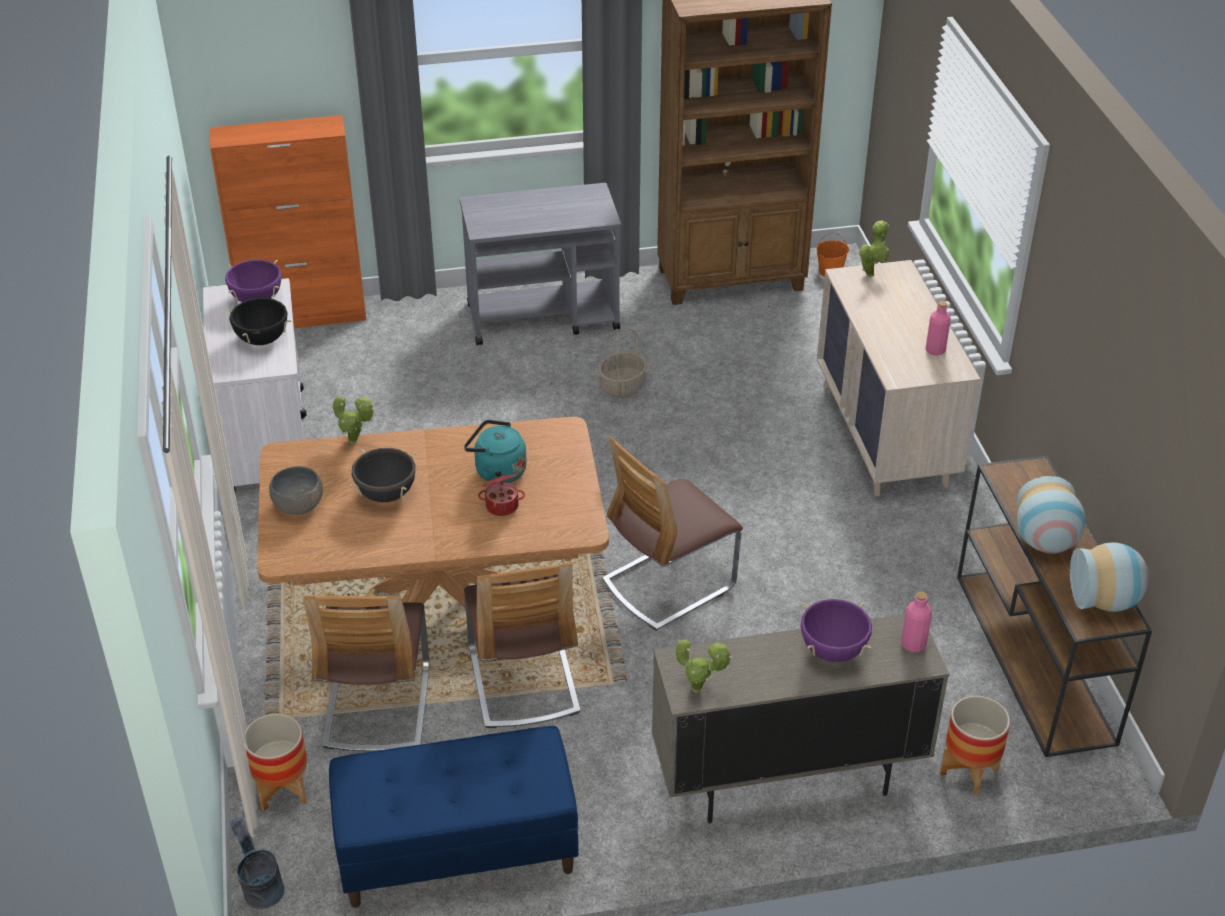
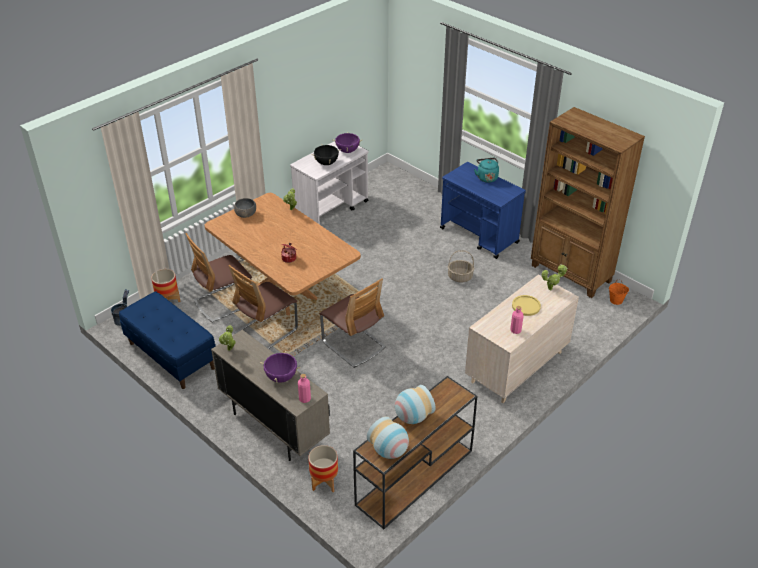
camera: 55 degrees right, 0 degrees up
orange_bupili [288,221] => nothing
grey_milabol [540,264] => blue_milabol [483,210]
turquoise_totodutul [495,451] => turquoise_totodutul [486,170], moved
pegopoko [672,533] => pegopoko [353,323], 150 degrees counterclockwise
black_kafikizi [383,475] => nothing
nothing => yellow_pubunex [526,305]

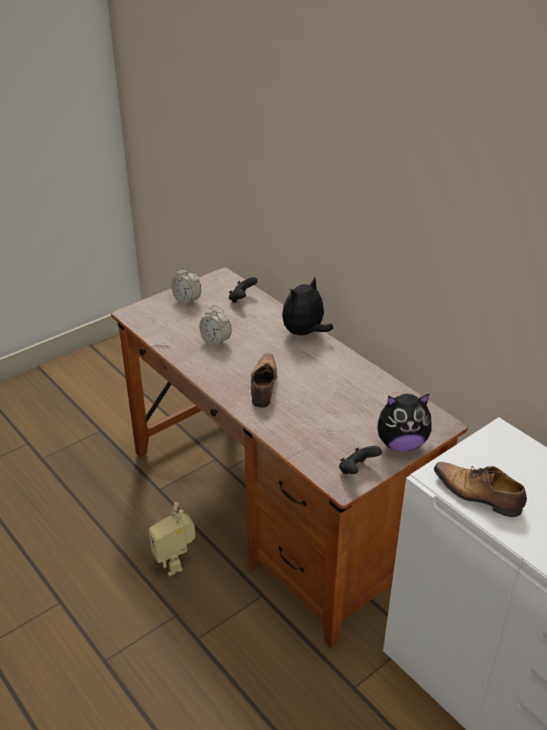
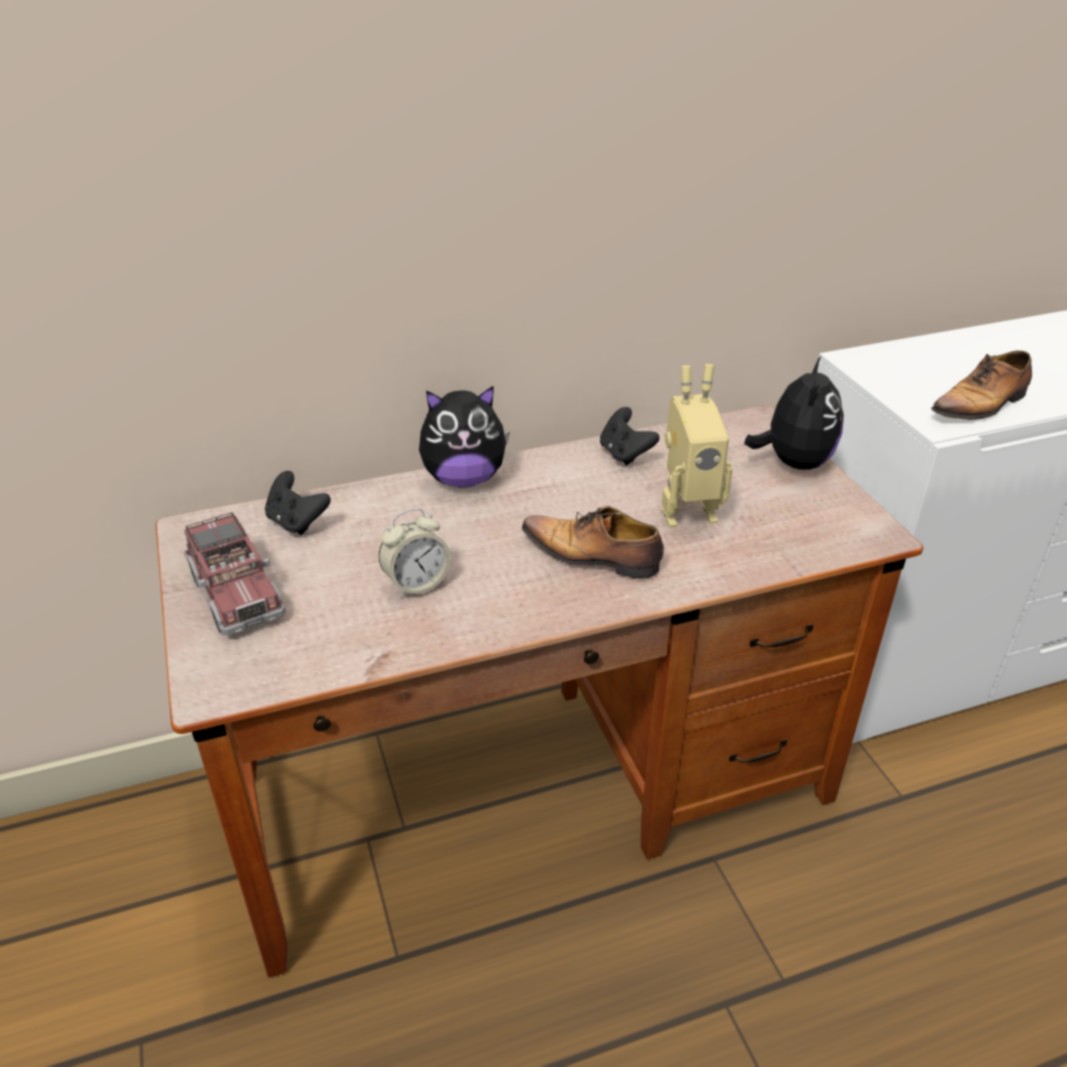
camera: 70 degrees left, 0 degrees up
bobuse [186,286] => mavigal [235,573]
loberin [307,306] => loberin [464,437], 75 degrees counterclockwise
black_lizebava [360,460] => black_lizebava [630,436], moved
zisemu [172,539] => zisemu [697,446], moved

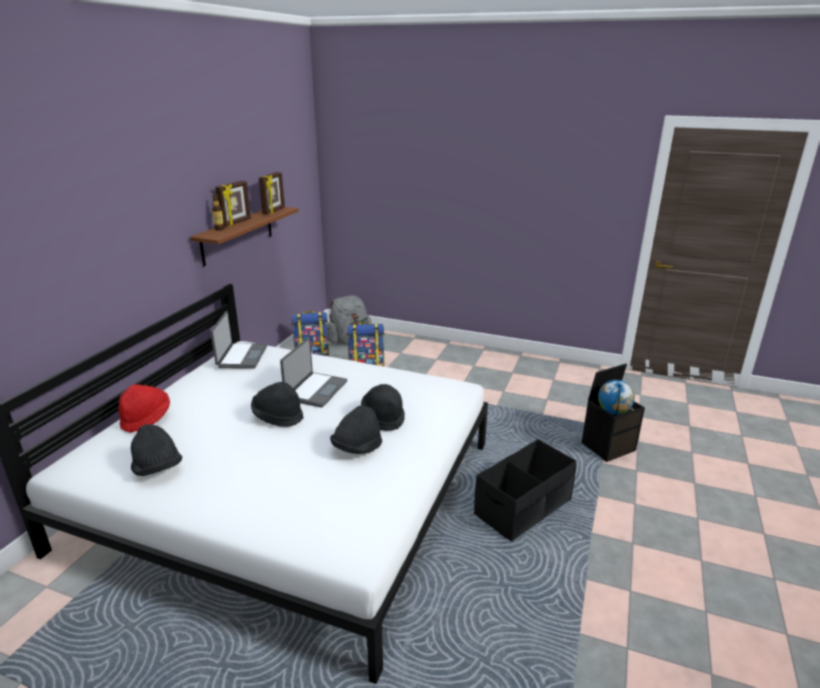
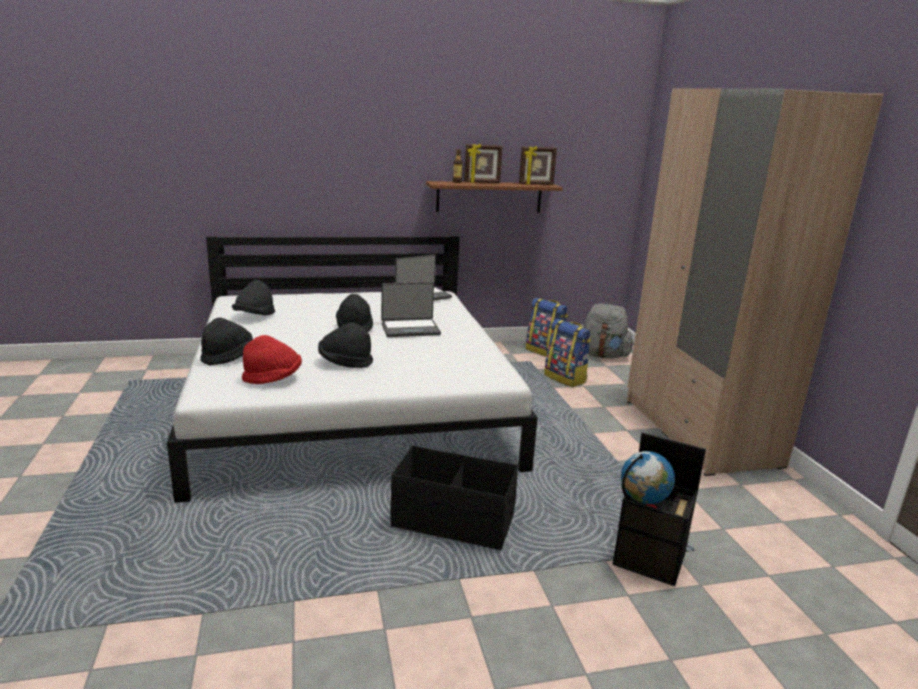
camera: 55 degrees right, 5 degrees down
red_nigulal [144,408] => red_nigulal [272,359], moved
black_nigulal [383,407] => black_nigulal [227,341], moved
nothing => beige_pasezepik [755,282]

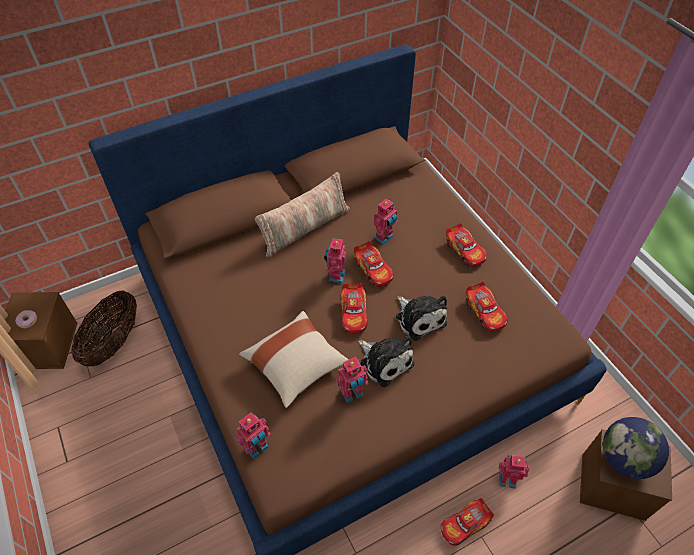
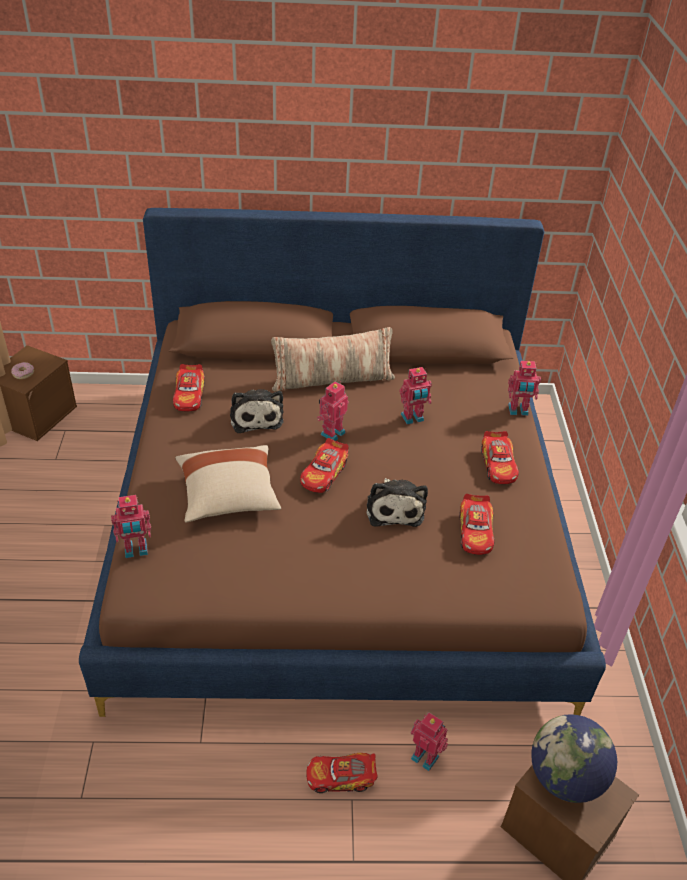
camera: 25 degrees right, 10 degrees down
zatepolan [374,264] => zatepolan [189,388], moved
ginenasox [104,329] => nothing
loberin [386,361] => loberin [256,411], moved
zisemu [352,380] => zisemu [524,388], moved

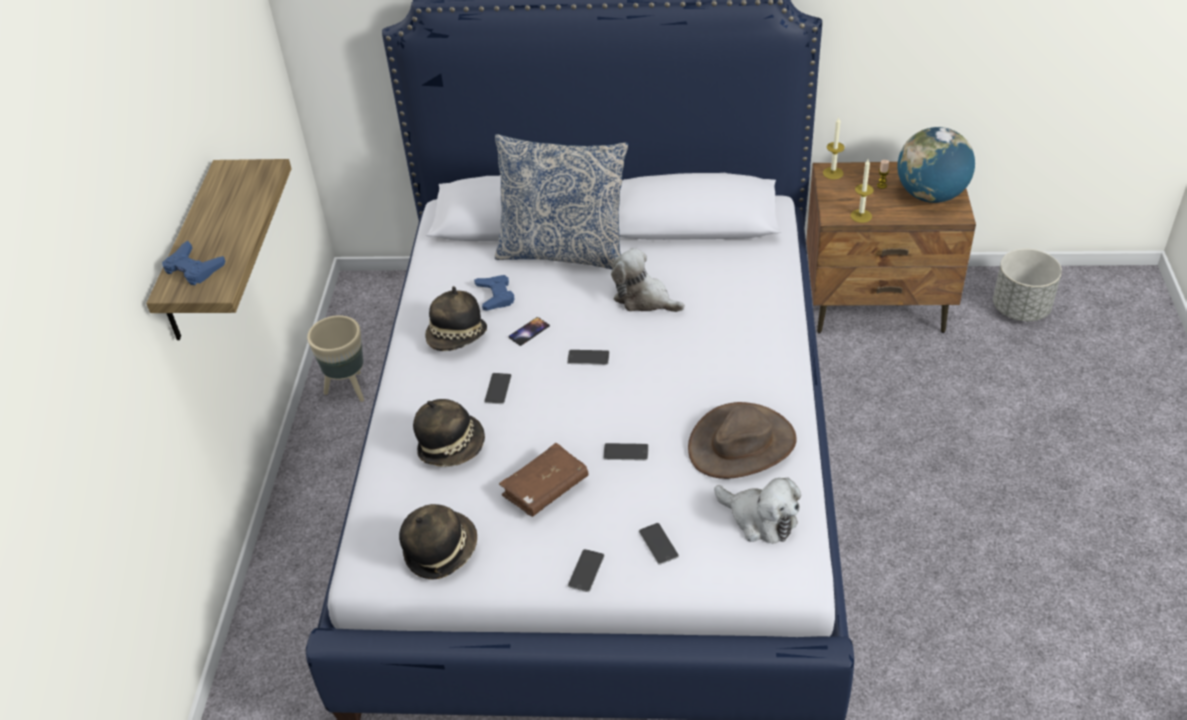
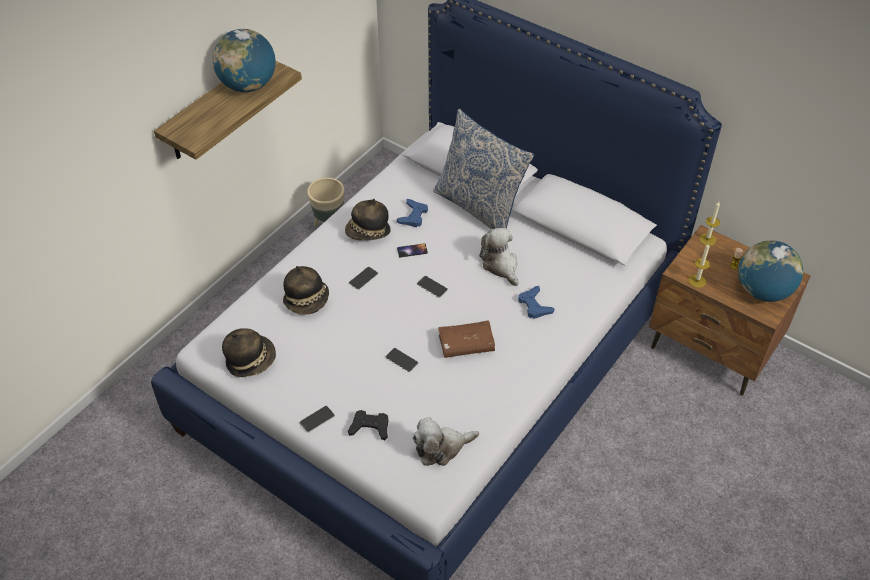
camera: 30 degrees right, 5 degrees up
blue_lizebava [194,263] => blue_lizebava [536,302], moved
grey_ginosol [1027,285] => nothing
brown_nigulal [742,440] => nothing
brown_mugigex [543,480] => brown_mugigex [466,339], moved
loberin [757,511] => loberin [445,441], 90 degrees clockwise
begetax [659,544] => black_lizebava [368,425]
nothing => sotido [244,60]

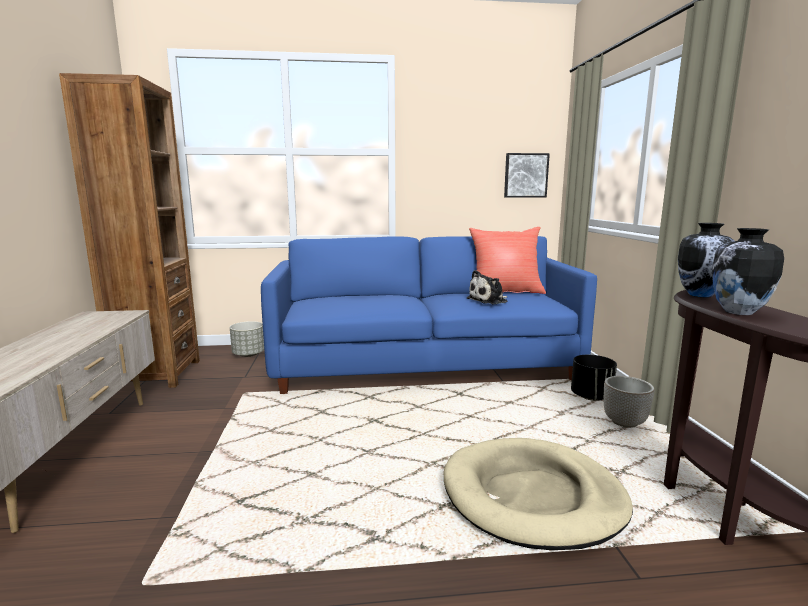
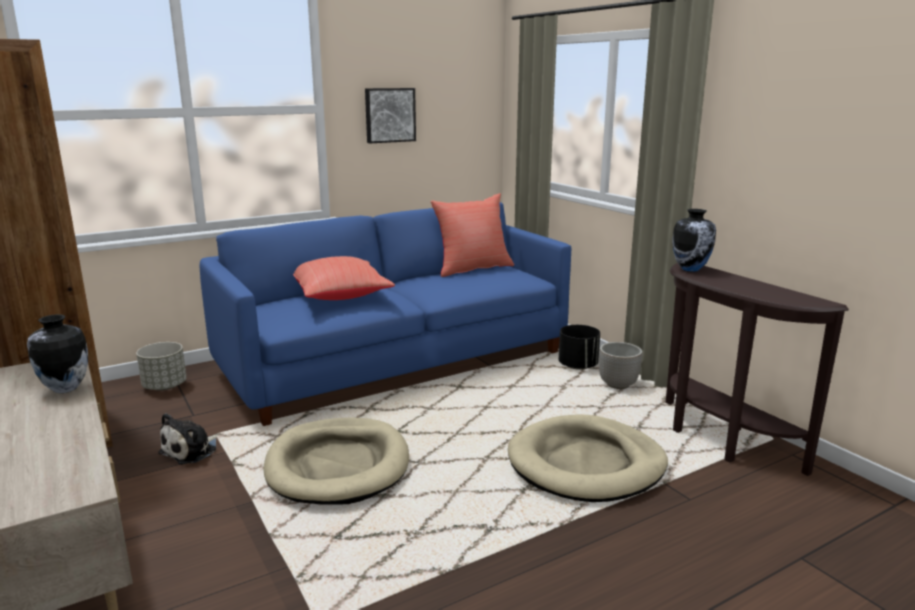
camera: 25 degrees left, 5 degrees up
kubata [527,175] => kubata [390,115], moved
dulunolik [748,271] => dulunolik [57,353], moved
loberin [486,287] => loberin [188,438], moved
nothing => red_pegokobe [344,278]
nothing => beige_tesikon [336,461]

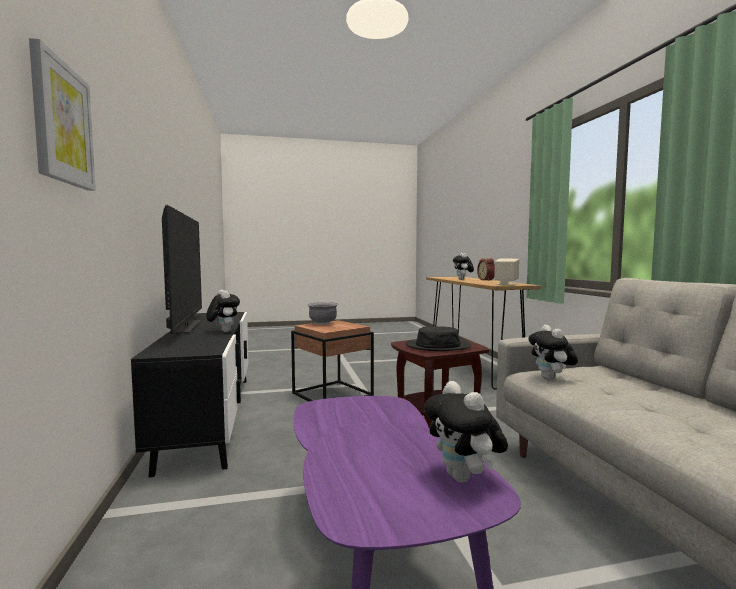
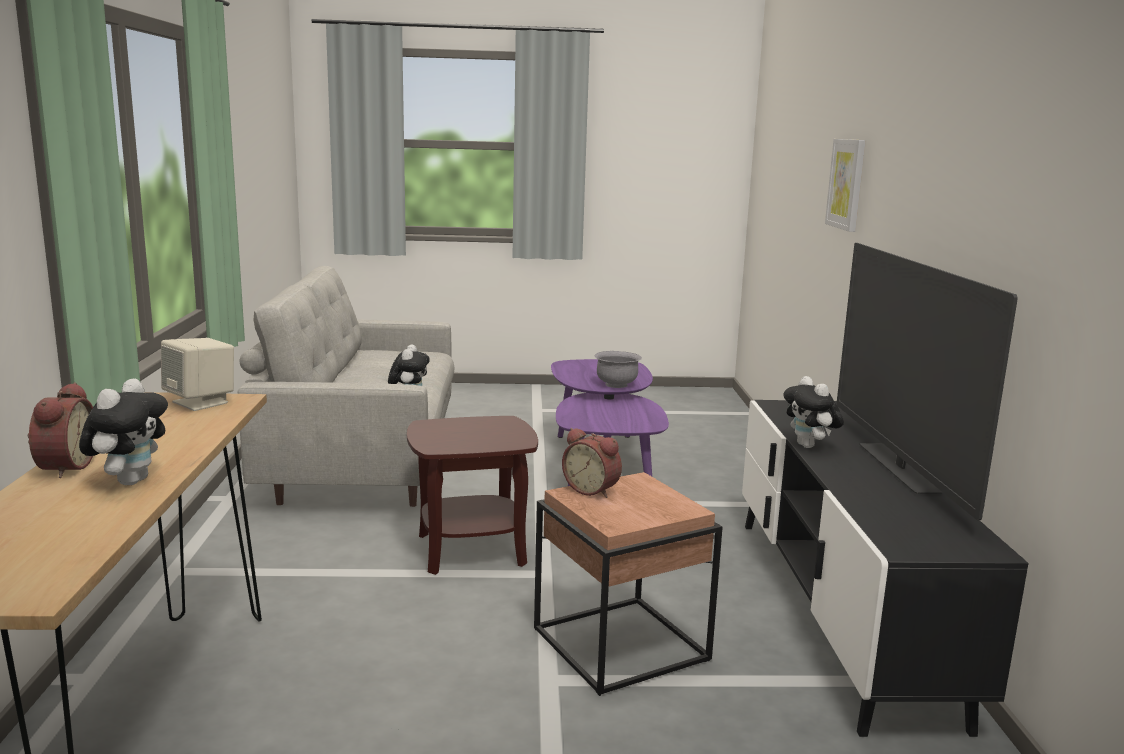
camera: 170 degrees left, 10 degrees up
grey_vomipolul [323,313] => grey_vomipolul [618,369], moved
black_nigulal [438,338] => nothing
loberin [466,432] => nothing
nothing => bobuse [592,463]

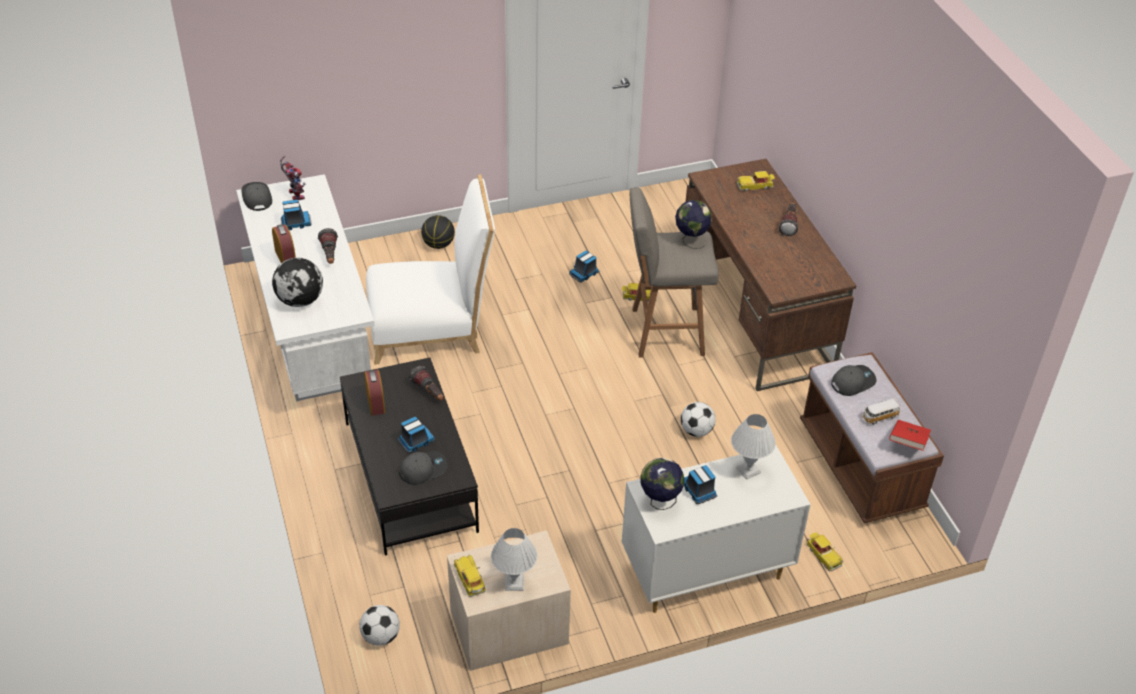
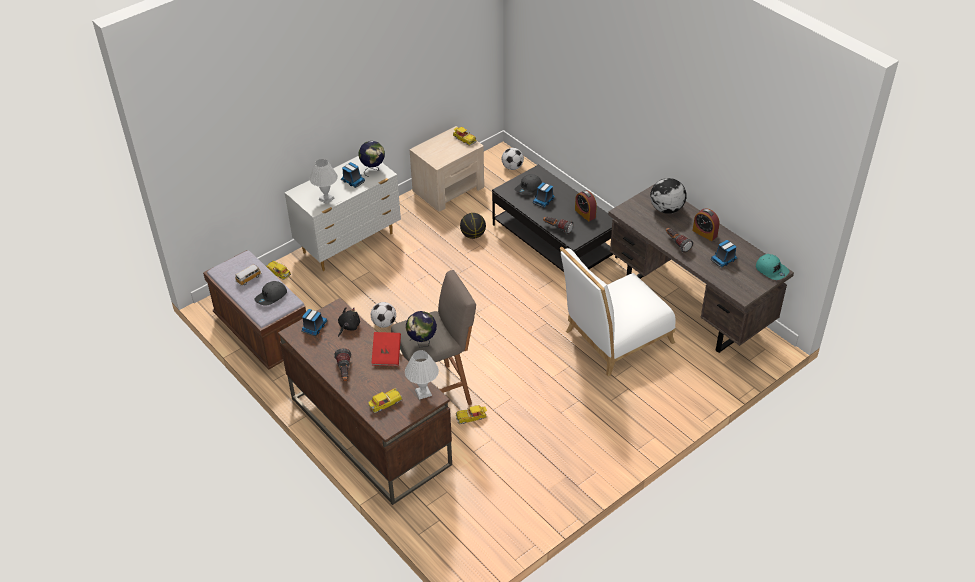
camera: 160 degrees right, 0 degrees up
zisemu [292,178] => nothing
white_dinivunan [305,288] => brown_dinivunan [701,268]
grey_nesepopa [256,196] => turquoise_nesepopa [772,267]
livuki [438,232] => livuki [473,226], moved
mavigal [584,266] => mavigal [314,322], moved
red_mugigex [910,435] => red_mugigex [386,349], moved
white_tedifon [514,559] => white_tedifon [422,375], moved
nothing => black_loberin [349,322]

